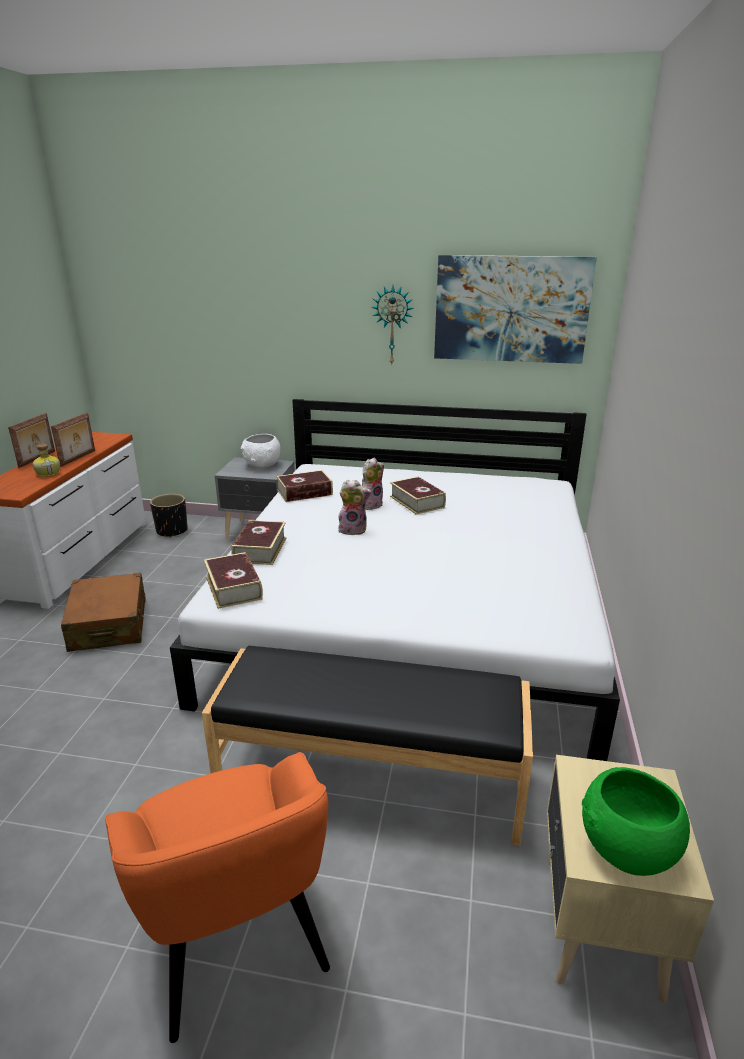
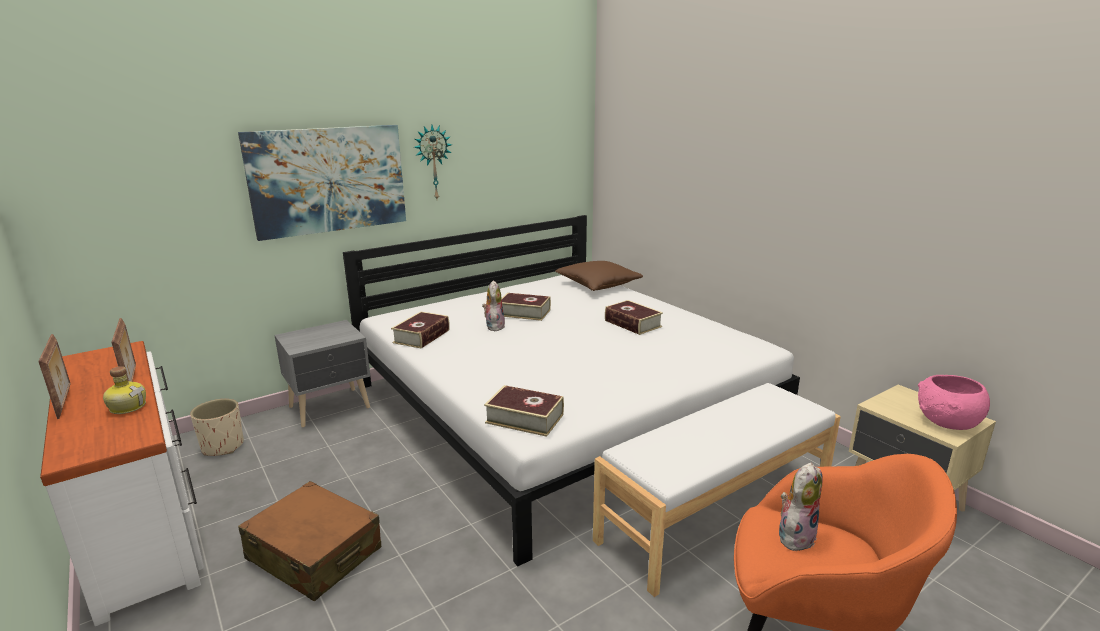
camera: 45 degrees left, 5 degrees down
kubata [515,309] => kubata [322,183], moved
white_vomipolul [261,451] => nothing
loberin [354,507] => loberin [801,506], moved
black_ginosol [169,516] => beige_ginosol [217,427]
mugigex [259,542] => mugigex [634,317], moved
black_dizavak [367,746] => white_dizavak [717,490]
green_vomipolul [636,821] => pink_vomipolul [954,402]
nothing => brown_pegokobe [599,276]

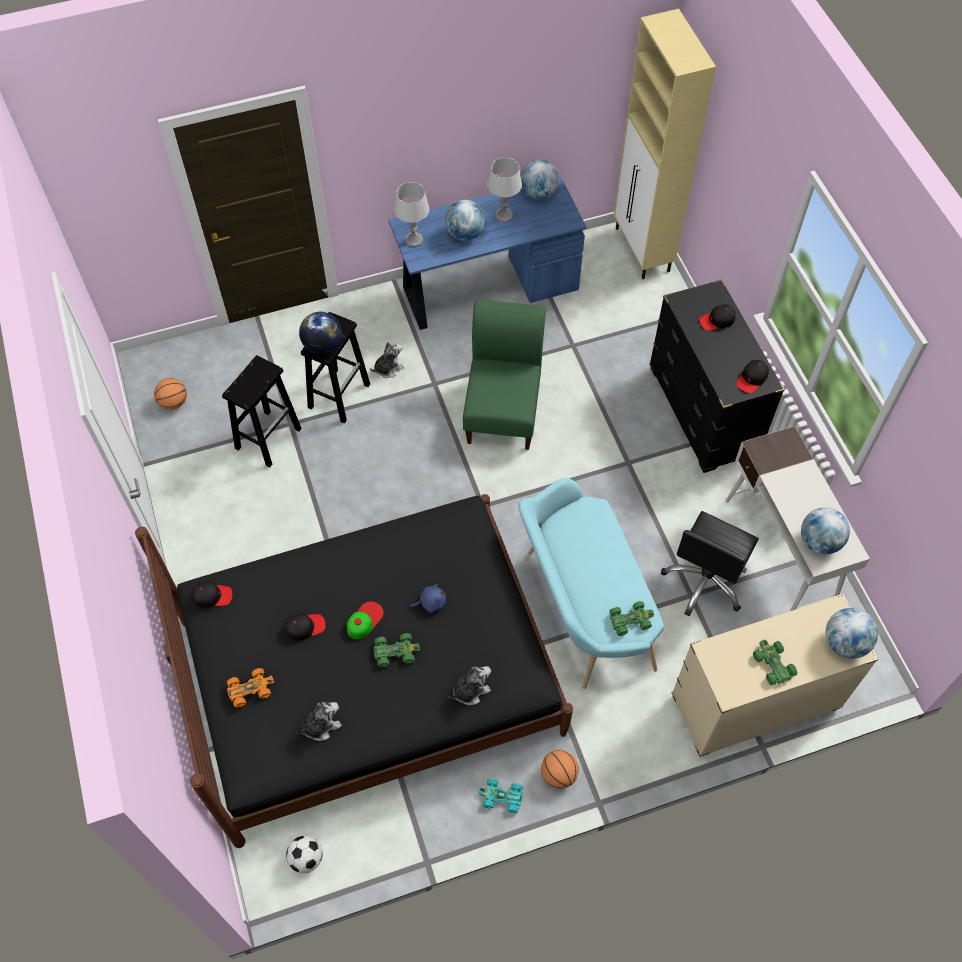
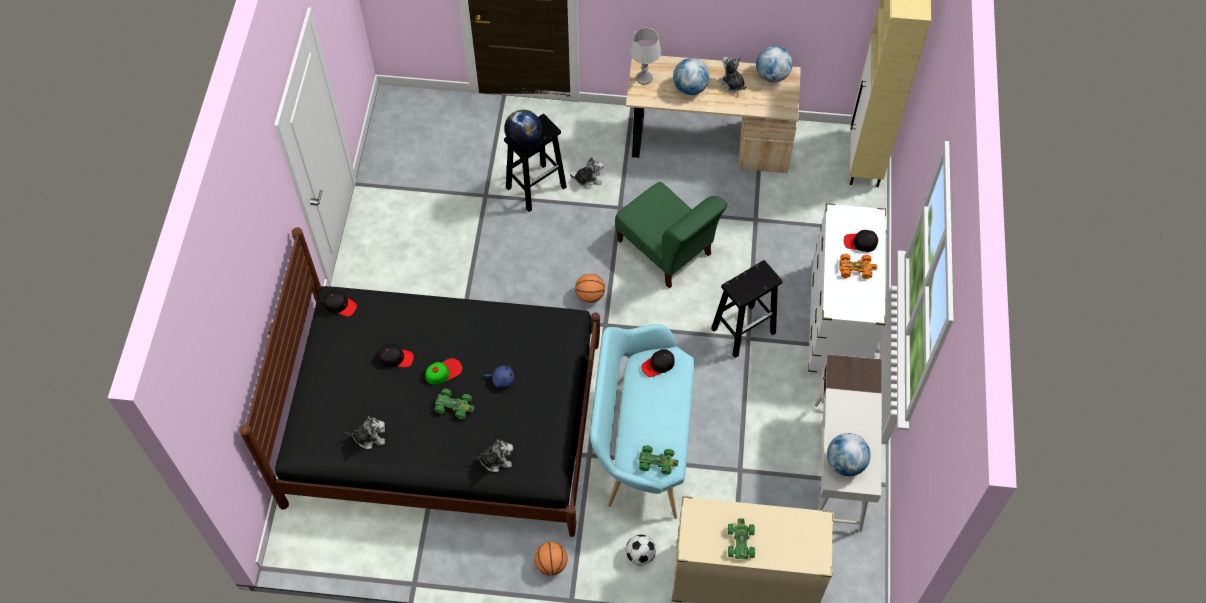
camera: 25 degrees right, 0 degrees up
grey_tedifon [504,190] => loberin [732,74]
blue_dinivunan [487,253] => beige_dinivunan [713,114]
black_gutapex [717,376] => white_gutapex [847,288]
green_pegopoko [504,374] => green_pegopoko [671,235], 105 degrees clockwise
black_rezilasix [262,411] => black_rezilasix [746,309], moved
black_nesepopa [752,377] => black_nesepopa [658,363], moved
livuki [170,394] => livuki [590,288], moved
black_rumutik [710,563] => nothing
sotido [852,633] => nothing
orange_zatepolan [250,688] => orange_zatepolan [858,266], moved
turquoise_zatepolan [500,795] => nothing
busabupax [304,854] => busabupax [641,550], moved

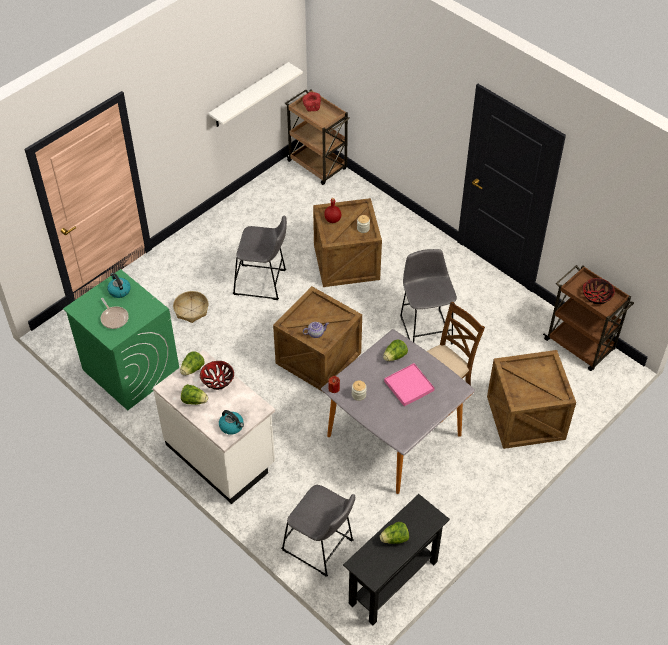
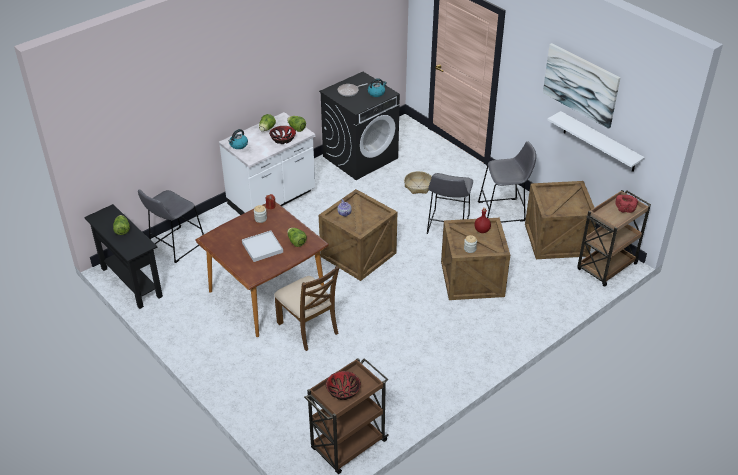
camera: 95 degrees right, 10 degrees down
grey_rezilasix [428,297] => grey_rezilasix [507,182], moved
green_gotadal [121,339] => black_gotadal [359,126]
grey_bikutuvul [398,411] => brown_bikutuvul [262,269]
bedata [531,399] => bedata [560,220], moved
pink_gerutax [409,384] => white_gerutax [262,246]
nothing => kubata [582,86]

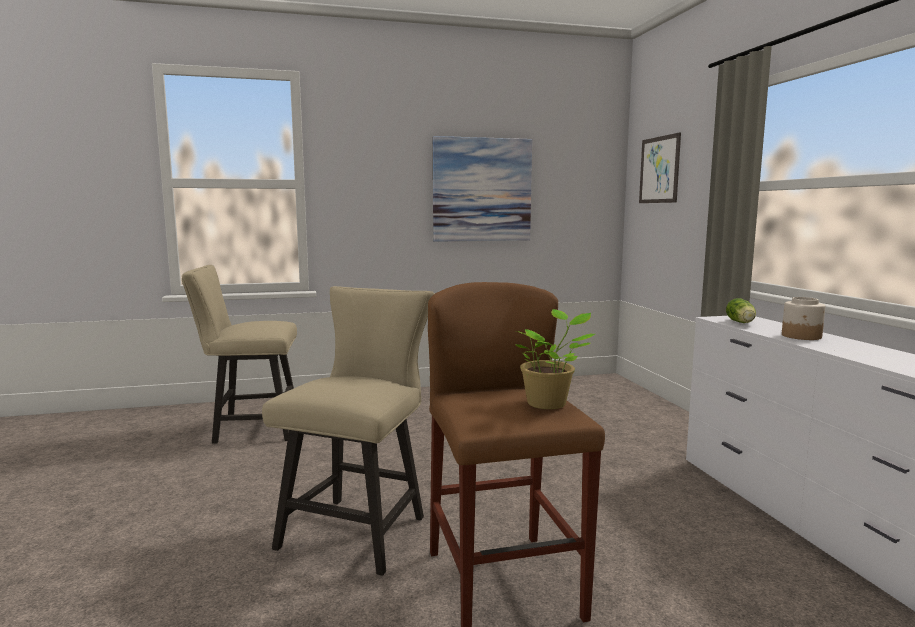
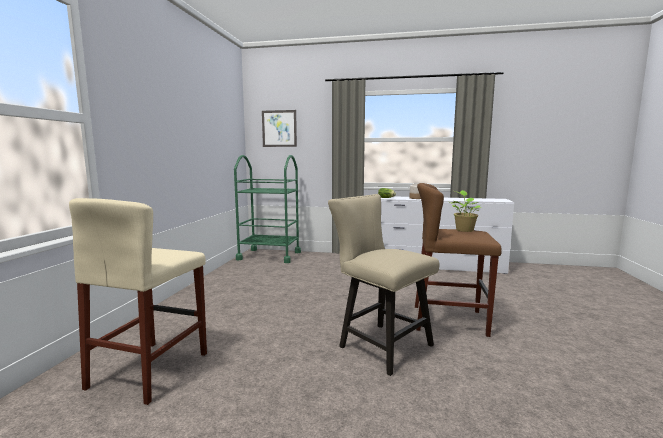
camera: 65 degrees left, 0 degrees up
kubata [482,189] => nothing
beige_pegopoko [239,354] => beige_rezilasix [138,301]
nothing => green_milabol [267,209]

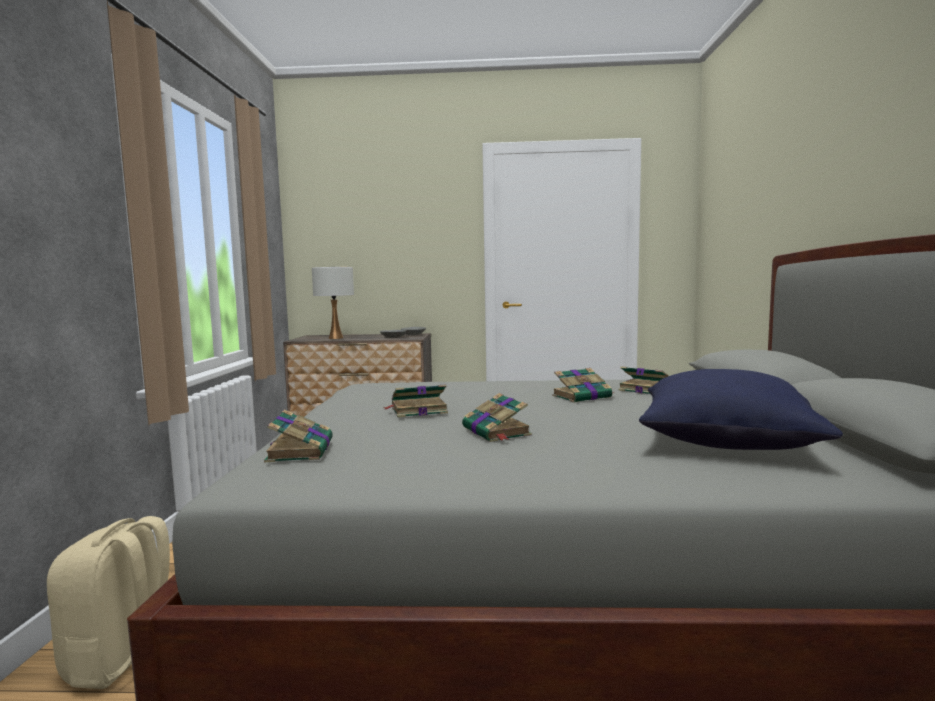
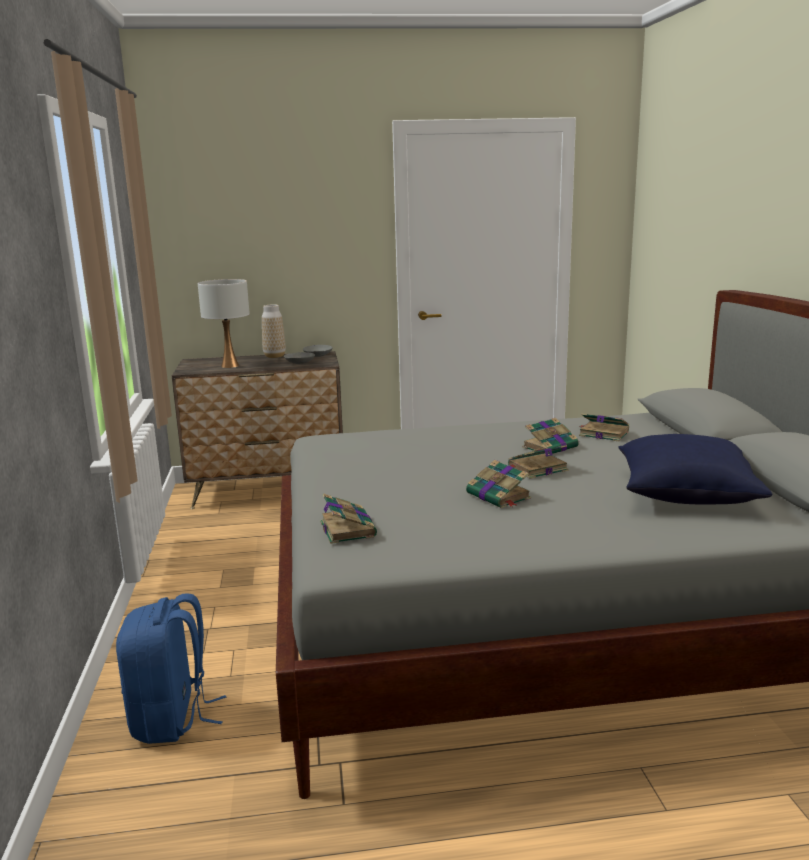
camera: 10 degrees left, 10 degrees up
mugigex [415,401] => mugigex [538,462], moved
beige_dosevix [108,602] => blue_dosevix [171,668]
nothing => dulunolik [274,331]

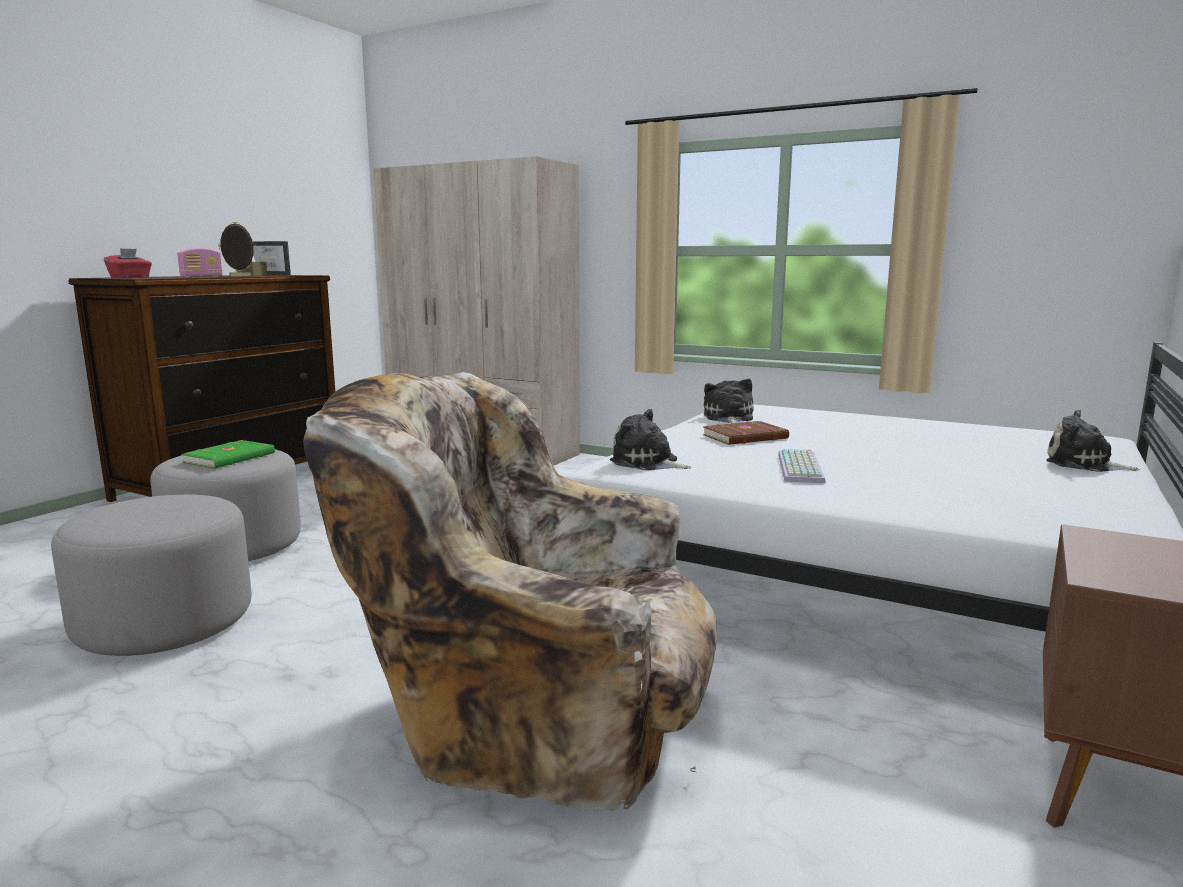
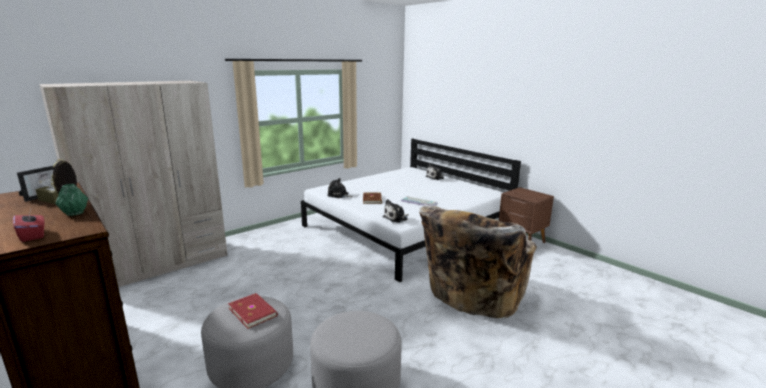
camera: 70 degrees left, 5 degrees up
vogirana [199,262] => green_dulunolik [71,200]
green_mugigex [228,454] => red_mugigex [253,311]

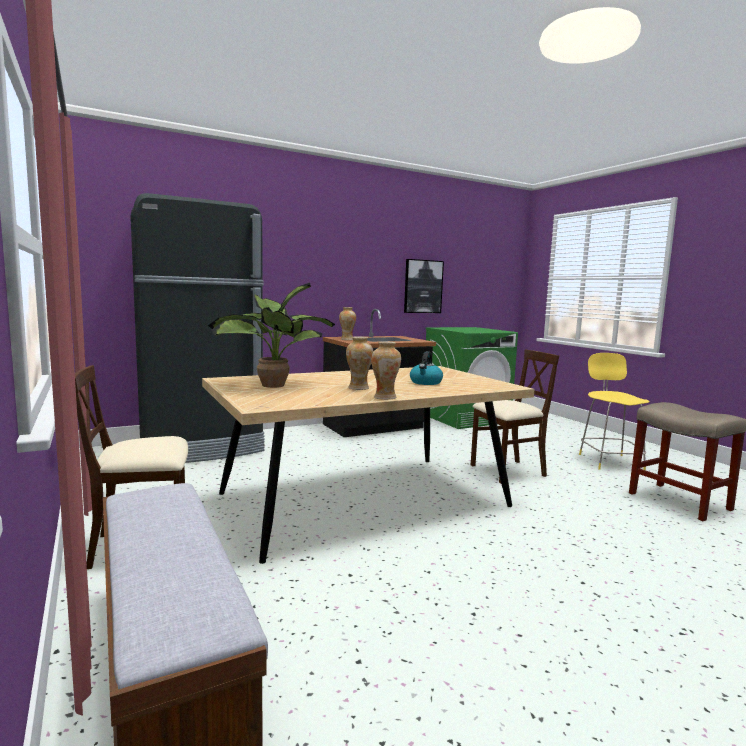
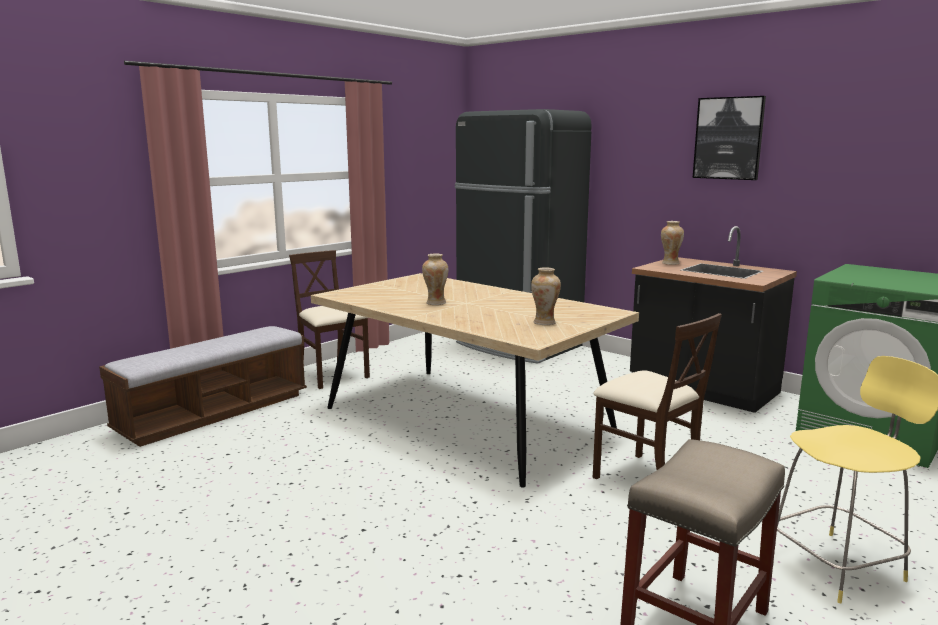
camera: 70 degrees right, 5 degrees up
kubata [424,286] => kubata [729,138], moved
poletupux [271,335] => nothing
dulunolik [386,370] => dulunolik [546,296], moved
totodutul [426,368] => nothing

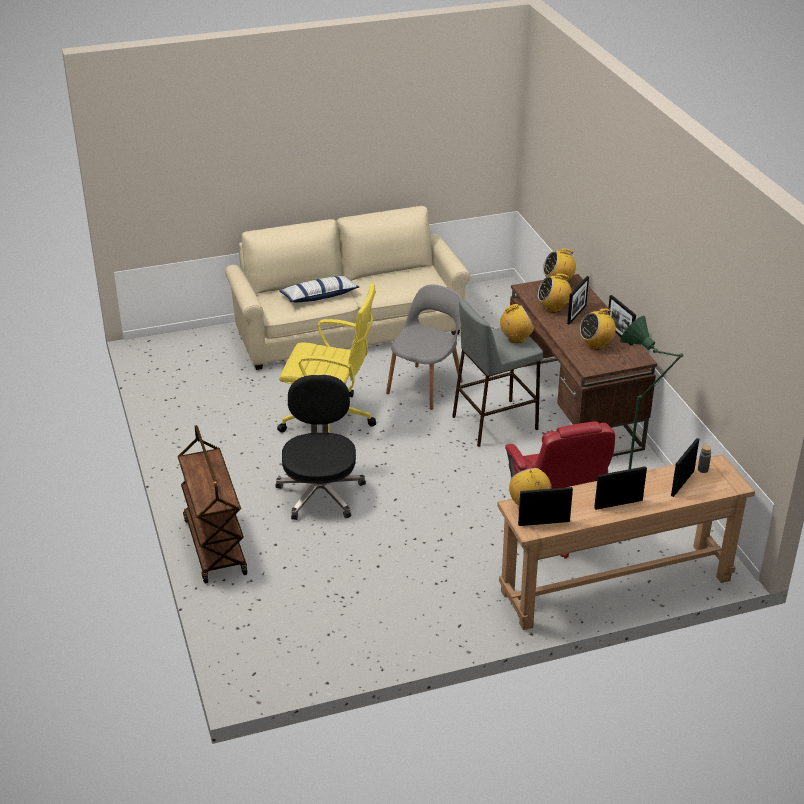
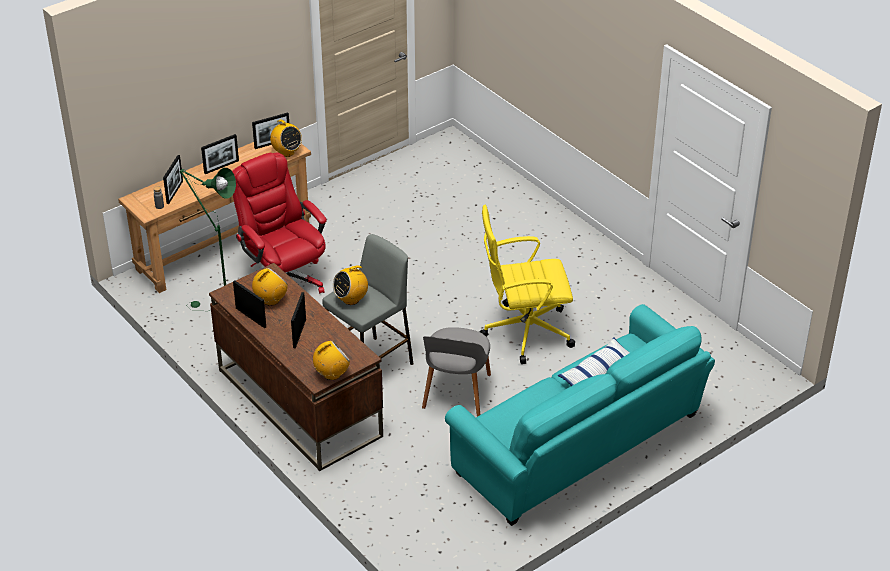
camera: 160 degrees right, 5 degrees up
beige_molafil [348,288] => turquoise_molafil [580,415]
vogirana [554,293] => nothing
black_rumutik [321,447] => nothing
brown_milabol [212,504] => nothing

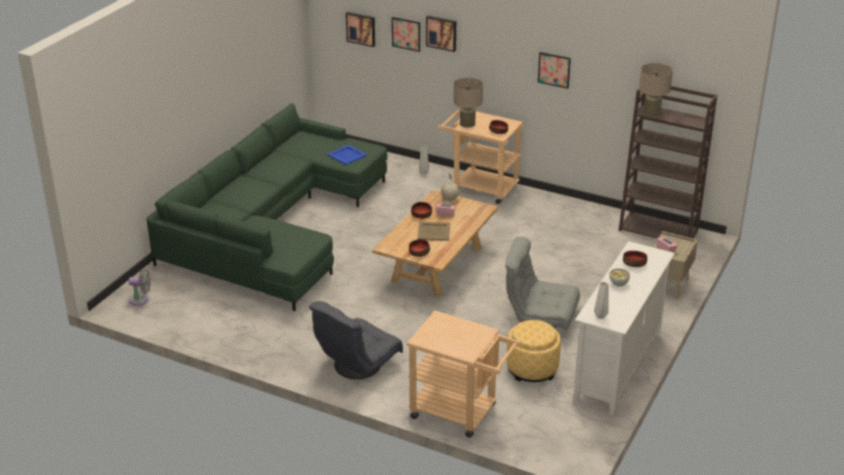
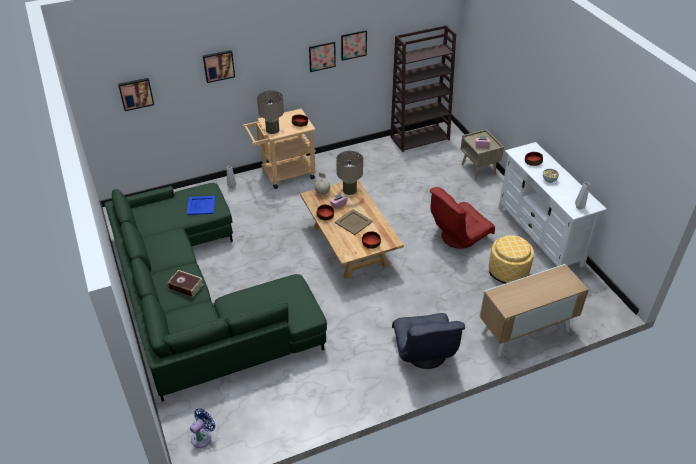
camera: 50 degrees left, 10 degrees up
kubata [406,34] => kubata [354,45], moved
beige_tedifon [656,90] => beige_tedifon [349,173], moved
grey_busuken [542,284] => red_busuken [462,218]
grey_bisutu [139,287] => blue_bisutu [202,428]
beige_milabol [464,374] => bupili [534,310]
nothing => mugigex [185,283]

